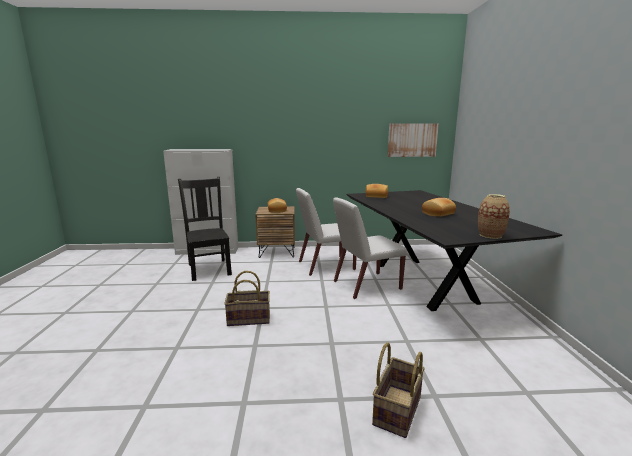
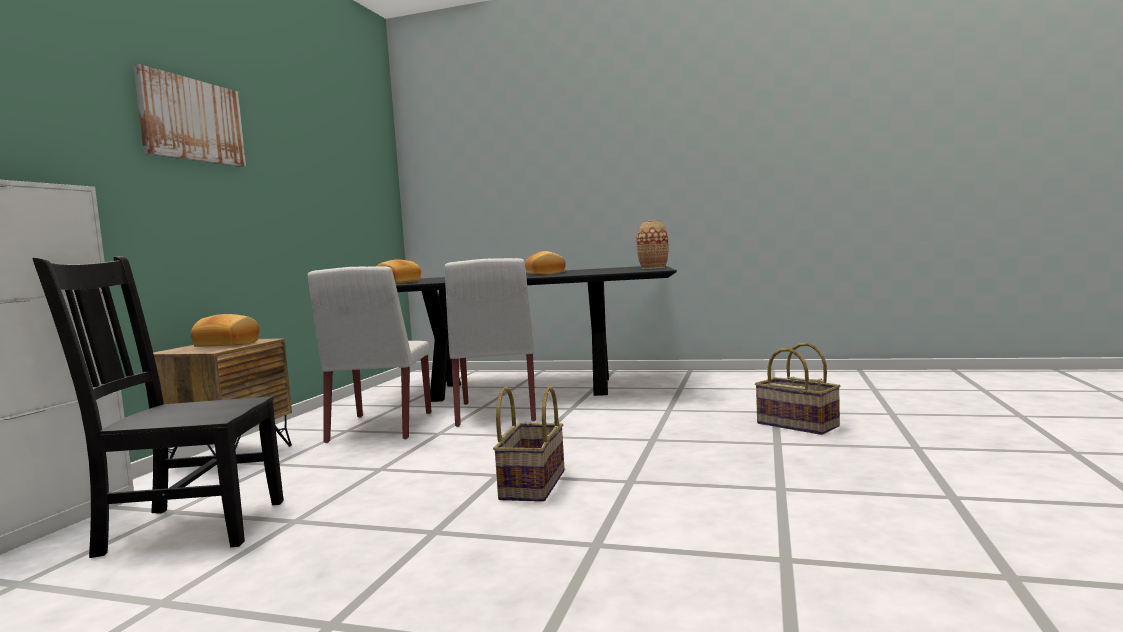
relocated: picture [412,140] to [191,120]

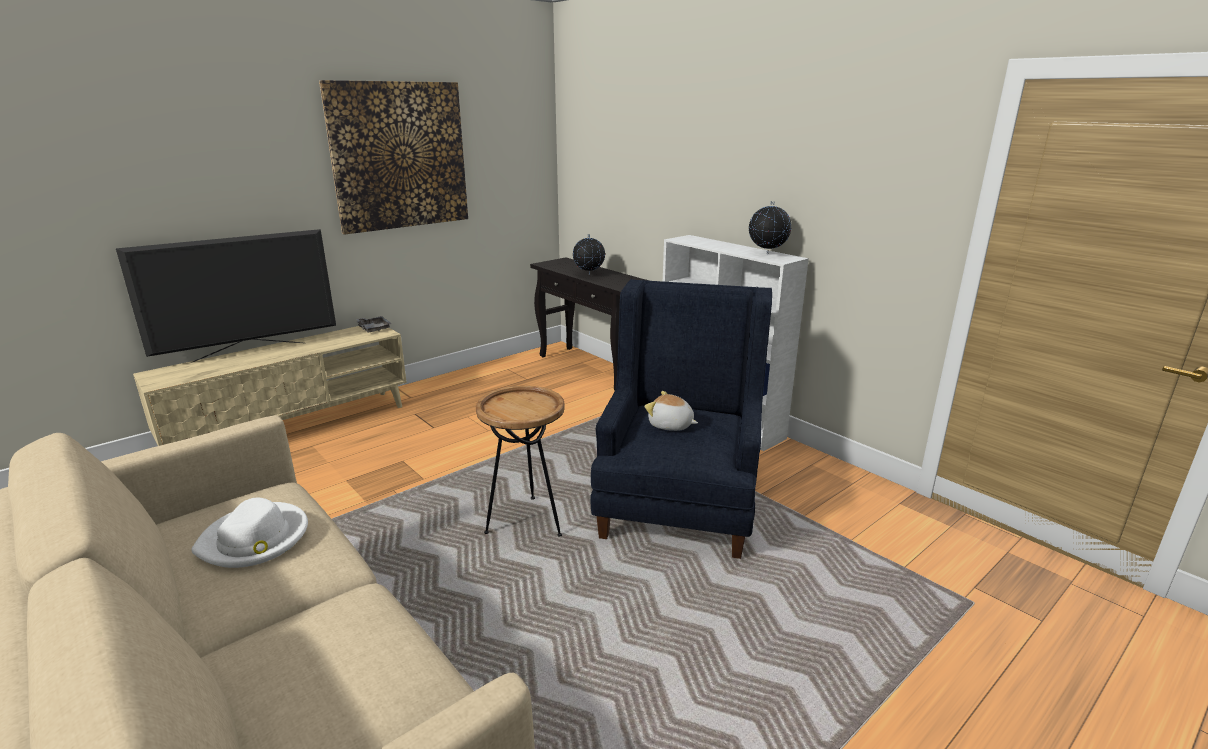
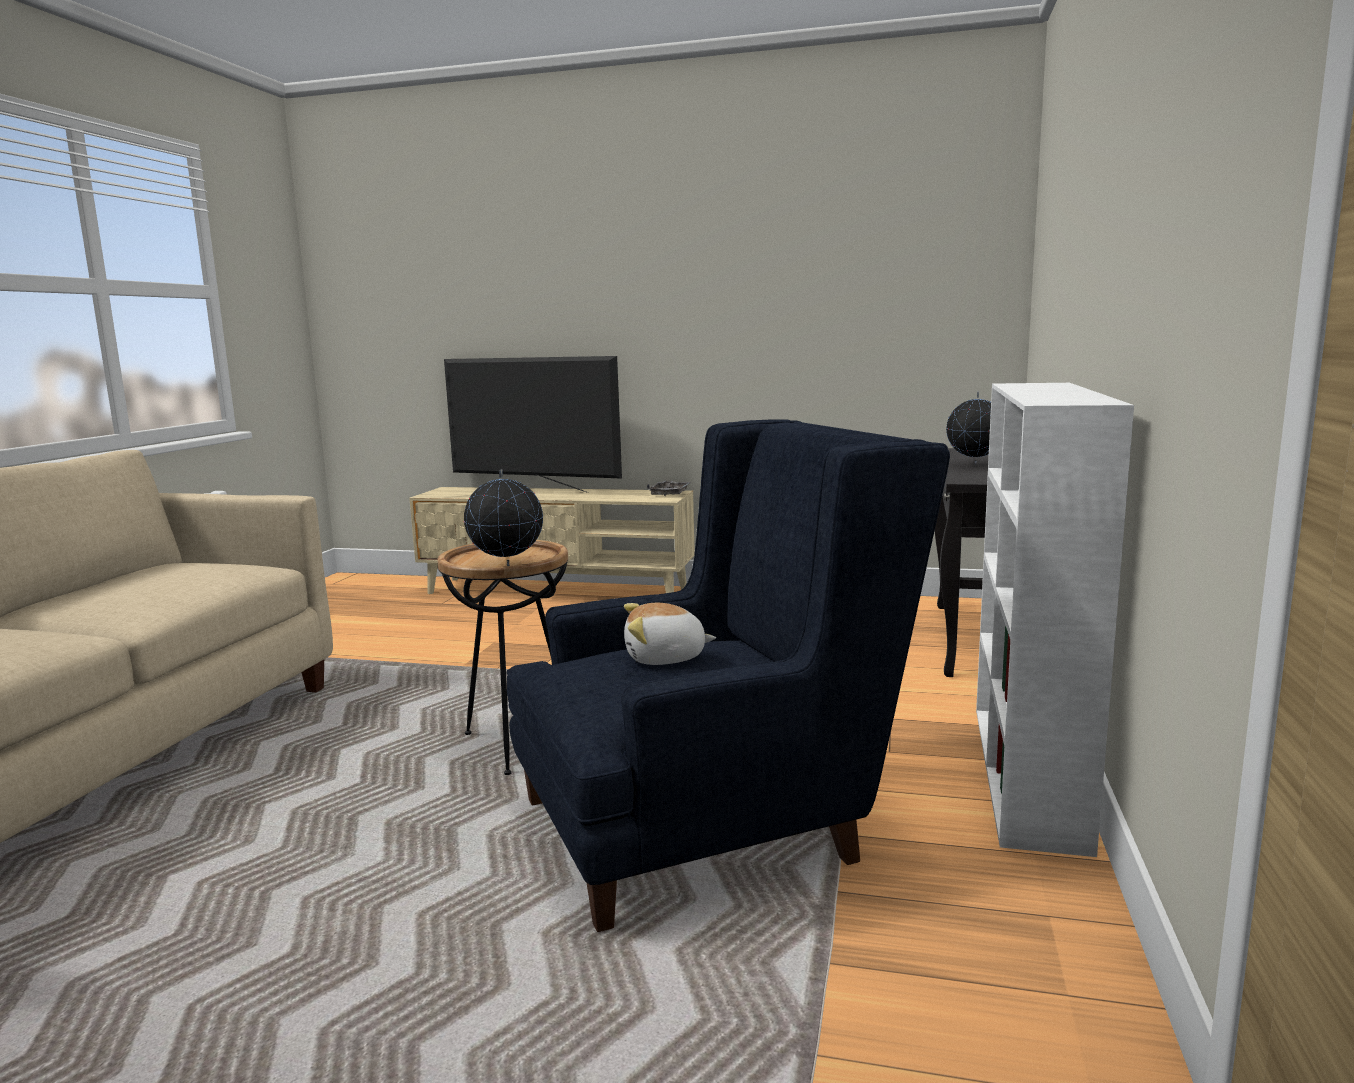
missing: white hat [255,539]; picture [399,156]
relocated: globe [767,254] to [506,566]
spun: plush toy [670,425] = [665,658] 90 degrees counterclockwise

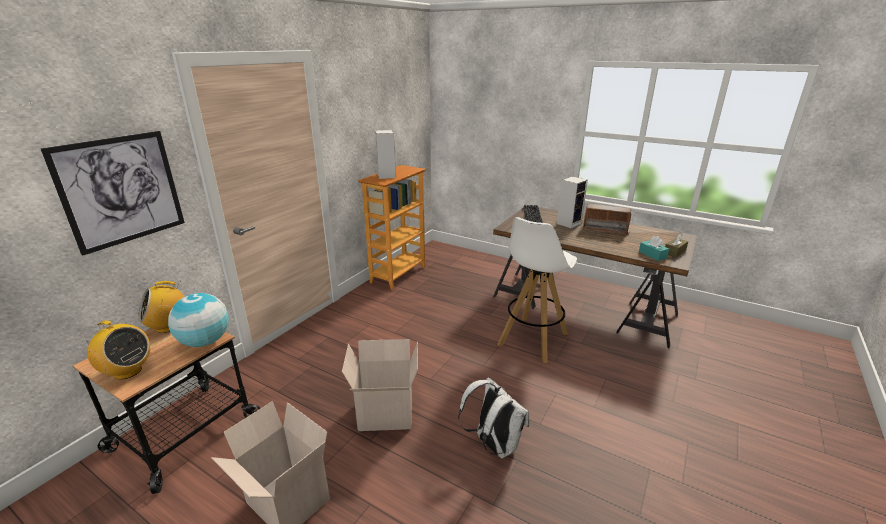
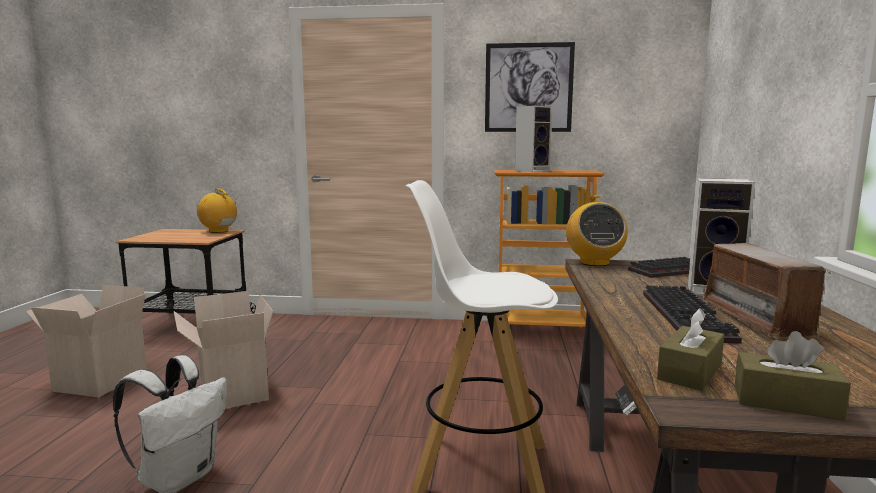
missing: globe [205,341]
appeared: keyboard [689,317]
relocated: picture [121,190] to [528,88]; radio [127,371] to [594,263]
colour: turquoise tissue box [652,255] to brown tissue box [690,372]

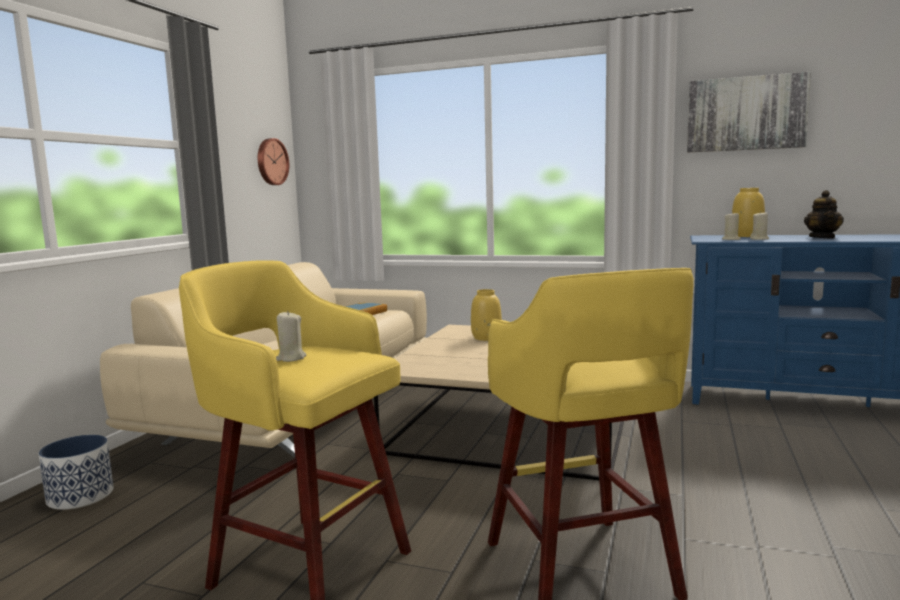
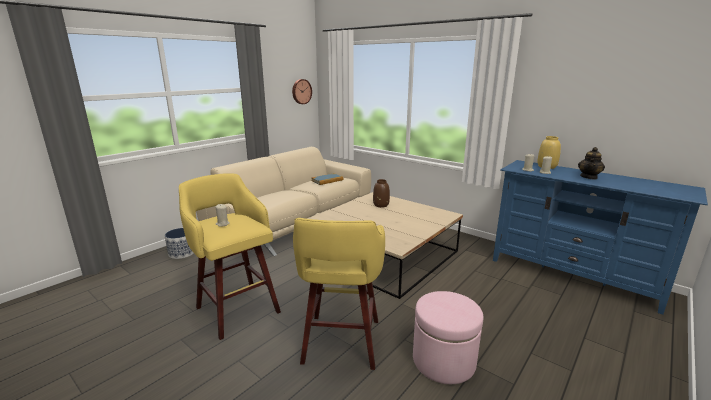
missing: picture [746,114]
appeared: pink ottoman [443,360]
colour: yellow vase [486,338] to brown vase [381,205]

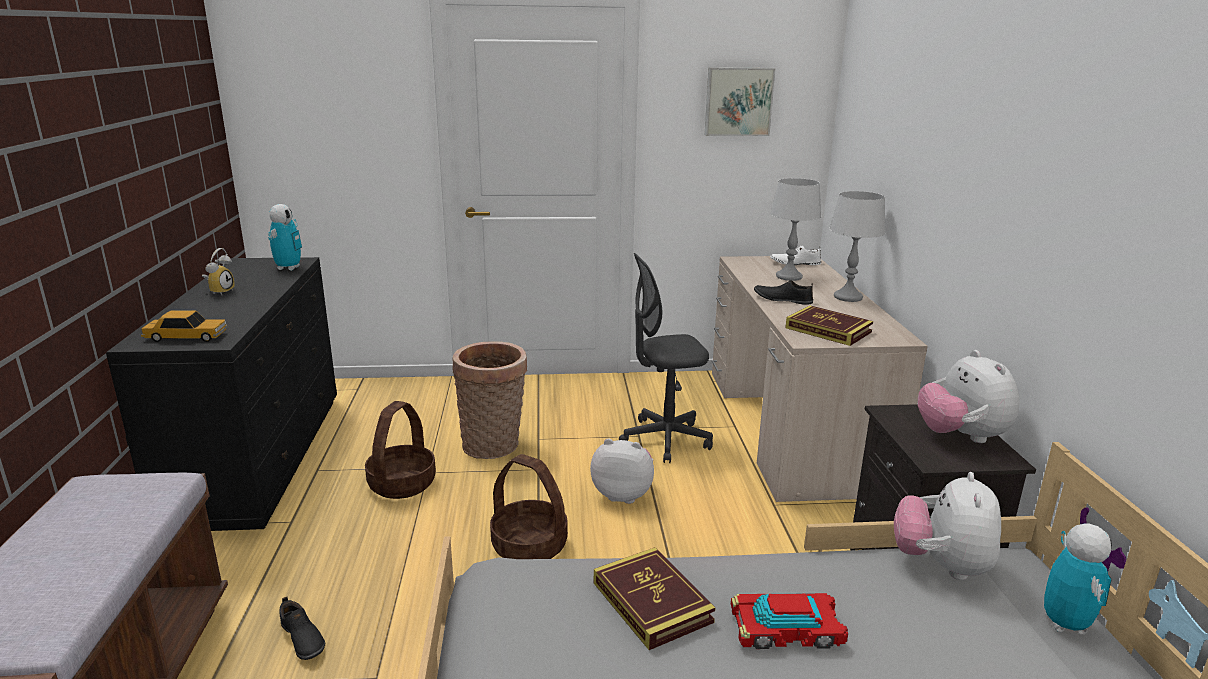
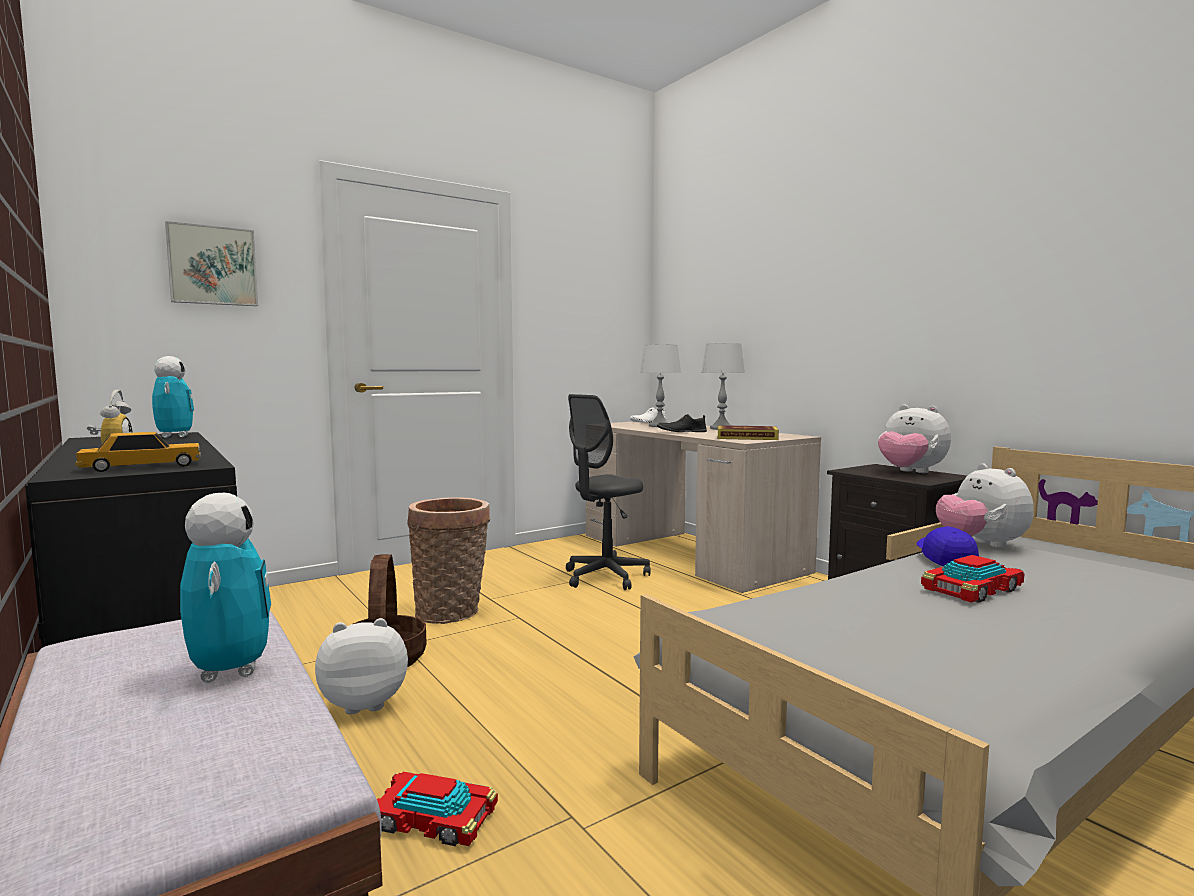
missing: basket [528,546]; book [651,602]
appeared: blue cap [944,559]
relocated: plush toy [623,494] to [365,703]; picture [738,101] to [212,266]; toy robot [1065,624] to [230,671]
exchanged: black shoe [302,639] to toy car [433,818]

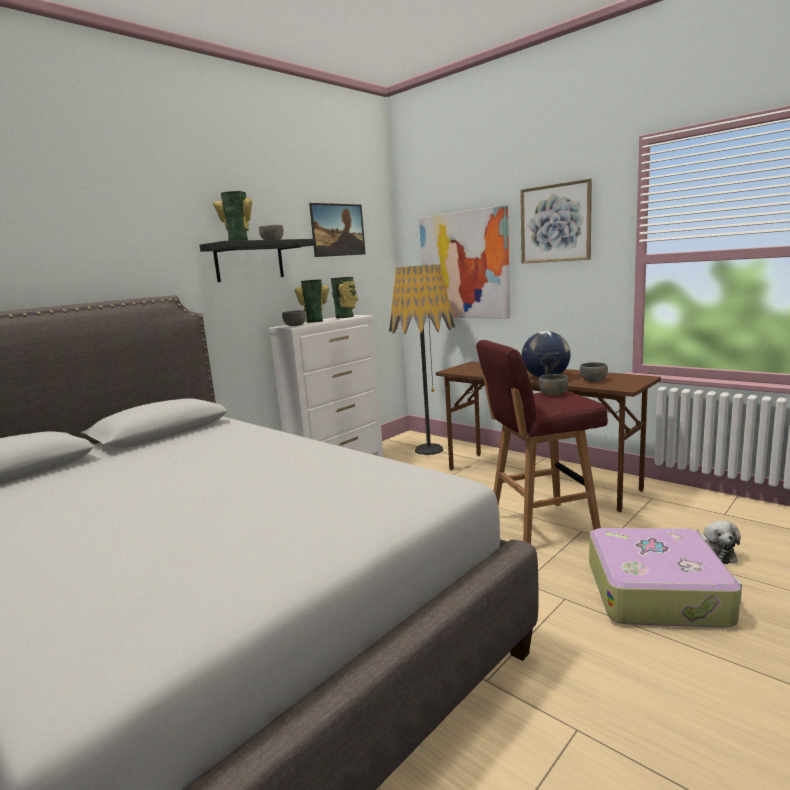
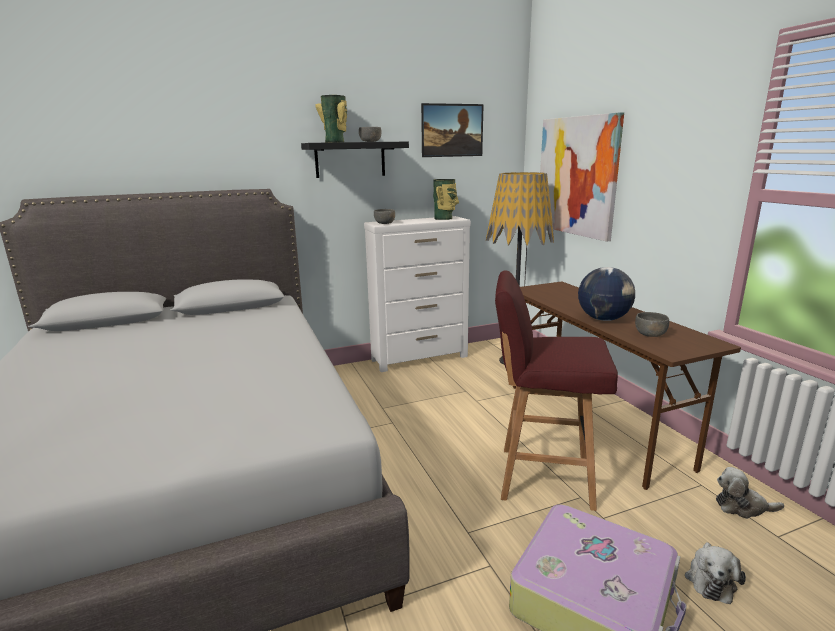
missing: vase [315,321]; picture [555,223]; grey bowl [553,394]
appeared: plush toy [742,507]

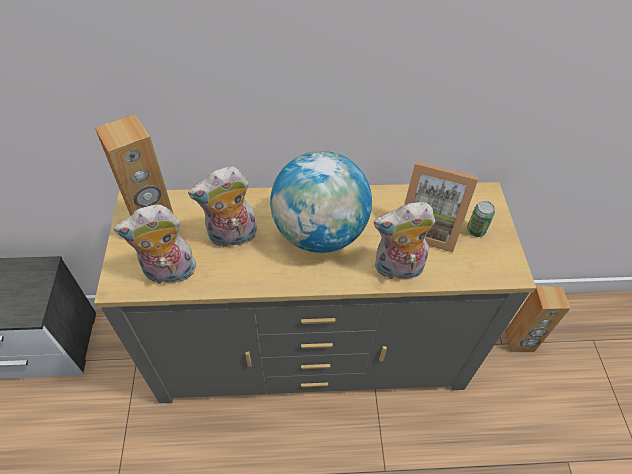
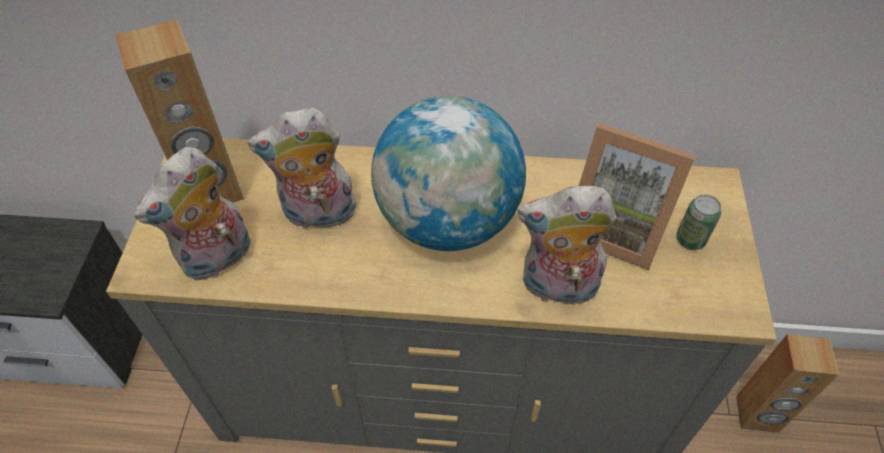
spun: plush toy [168,273] = [218,259] 45 degrees counterclockwise

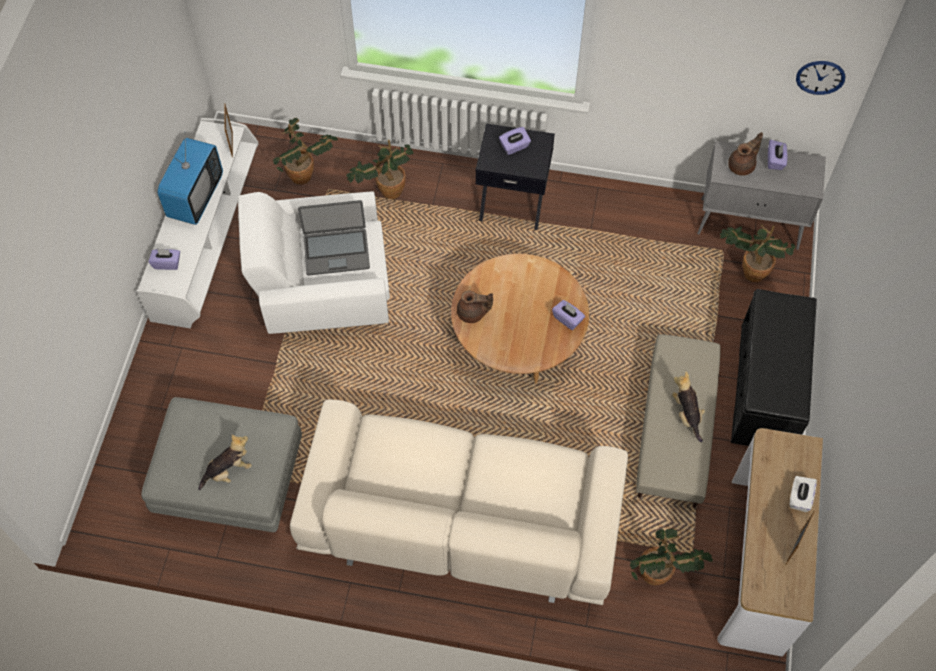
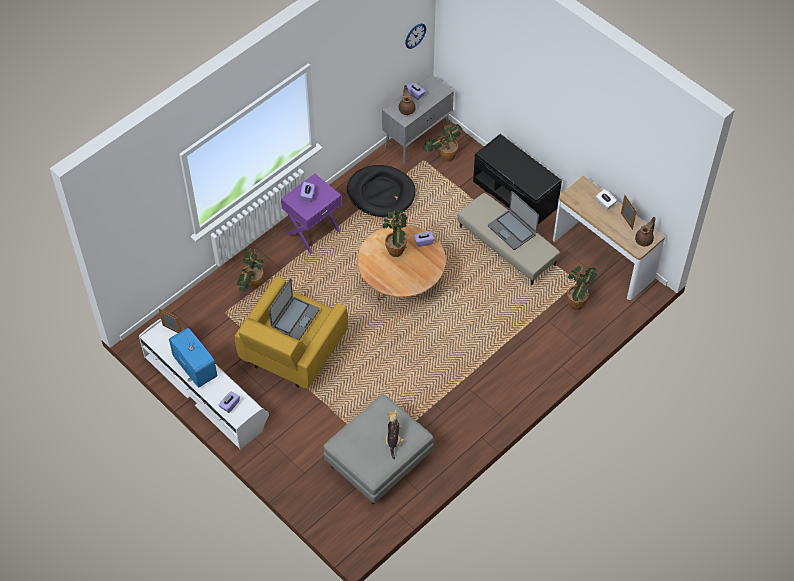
missing: beige sofa [460,521]
appeared: black dog bed [381,193]
relocated: potted plant [306,175] to [397,248]; brown teapot [472,313] to [644,240]
exchanged: plush toy [686,414] to laptop [512,230]
colour: white armchair [323,290] to yellow armchair [292,352]; black nightstand [512,203] to purple nightstand [313,232]

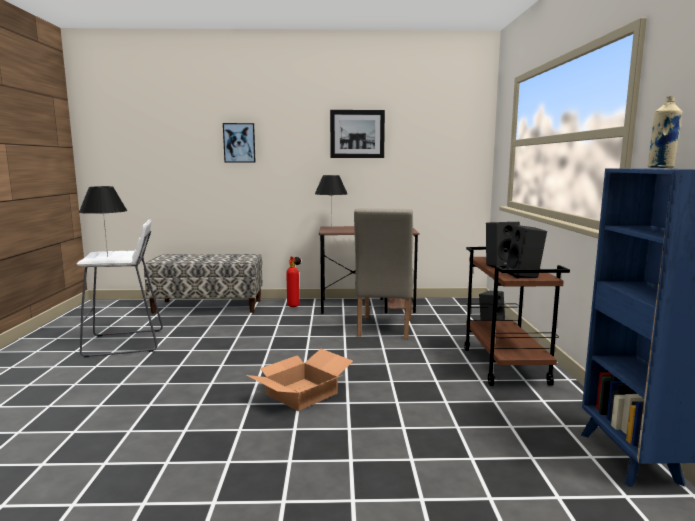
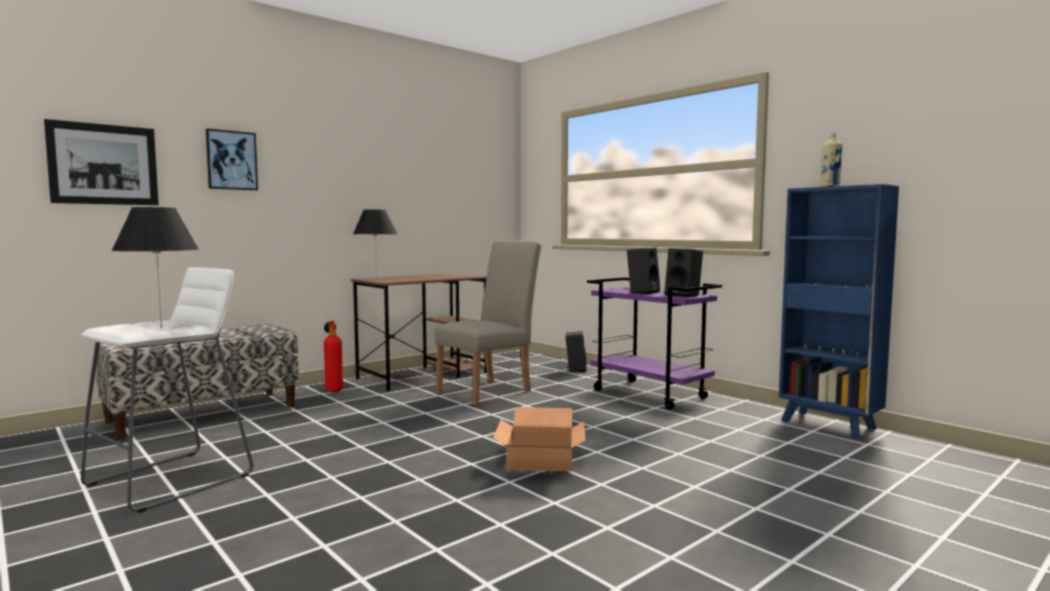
relocated: picture [357,134] to [104,164]
colour: brown cart [505,366] to purple cart [650,394]
spun: beige chair [383,329] = [490,391] 105 degrees counterclockwise

